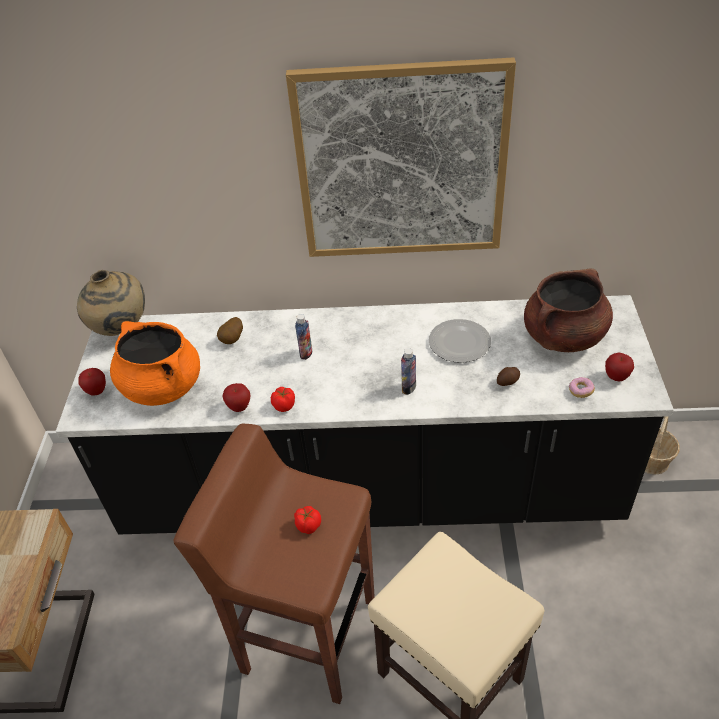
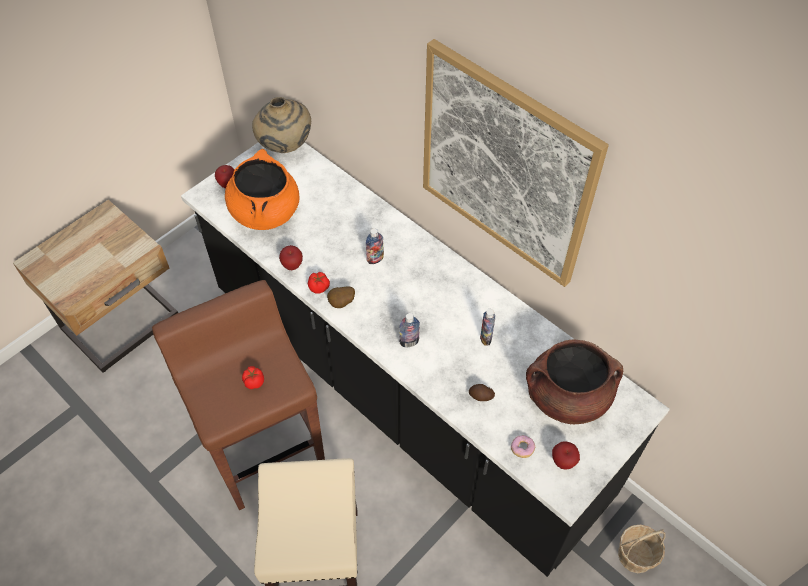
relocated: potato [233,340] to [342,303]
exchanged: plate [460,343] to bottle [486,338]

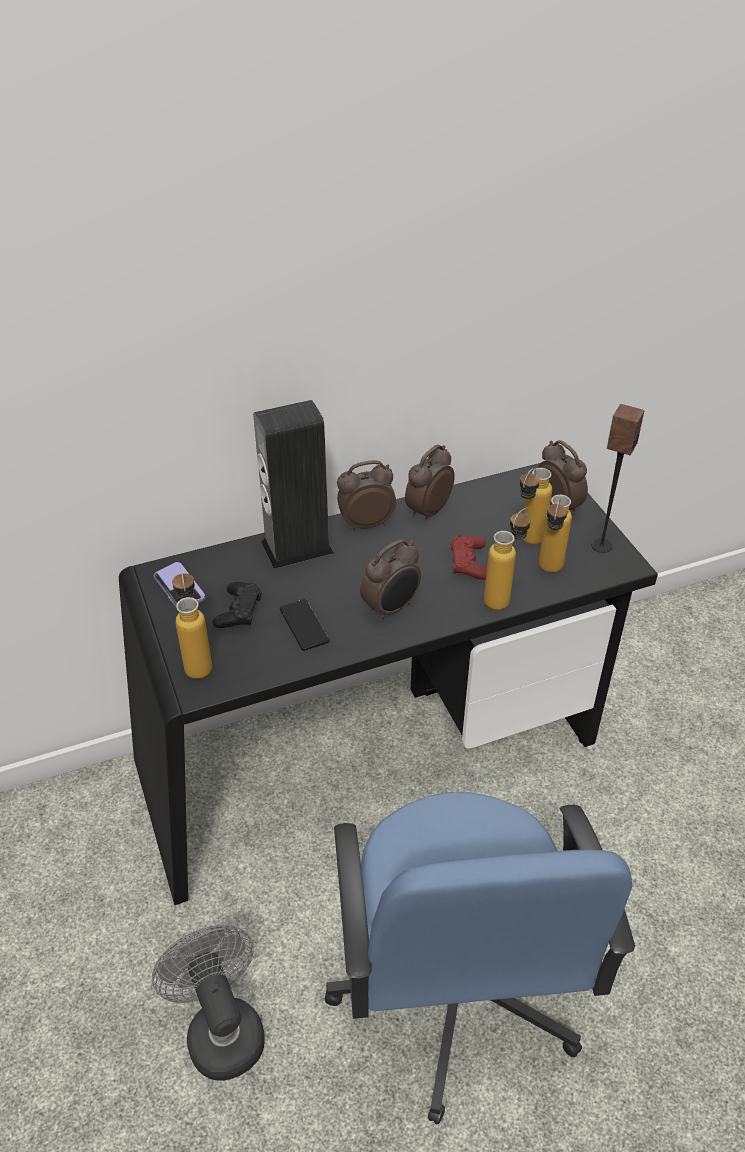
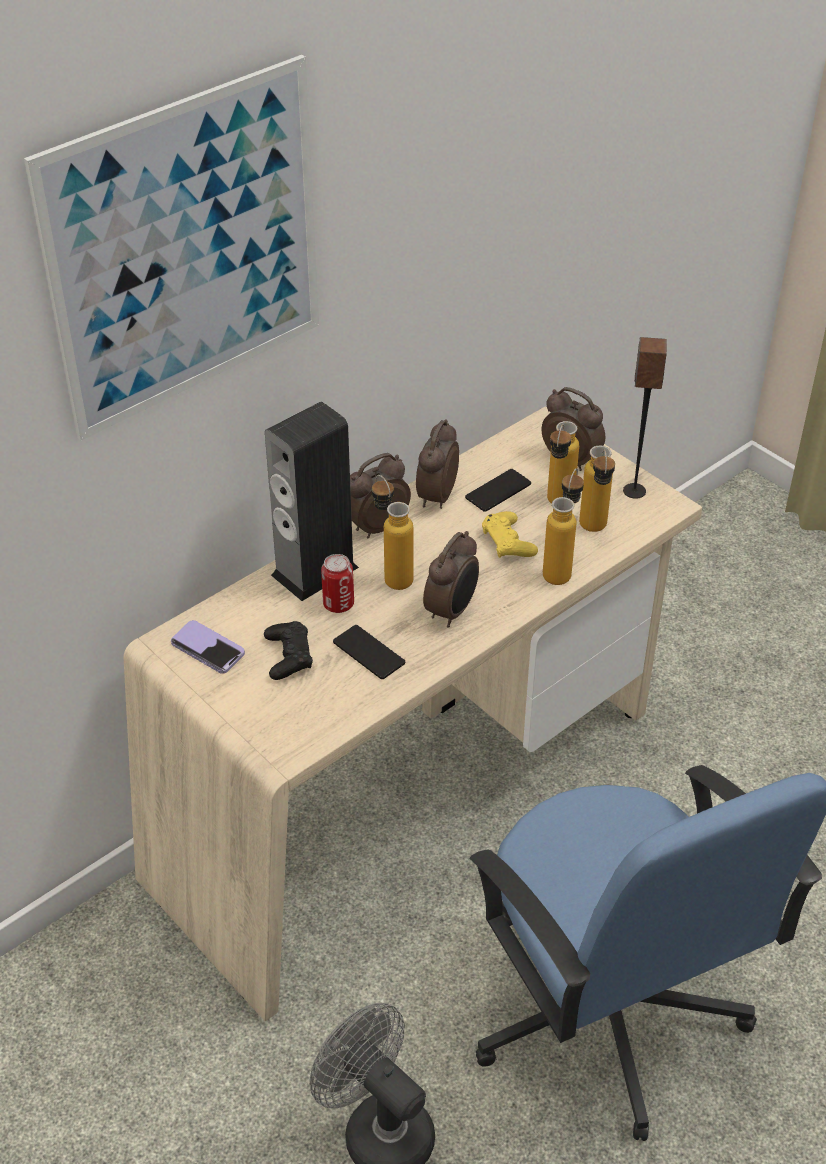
appeared: picture [187,250]; can [338,604]; phone [498,491]
relocated: bottle [197,661] to [392,574]
colour: black desk [372,760] to beige desk [412,800]; red game controller [469,562] to yellow game controller [508,542]

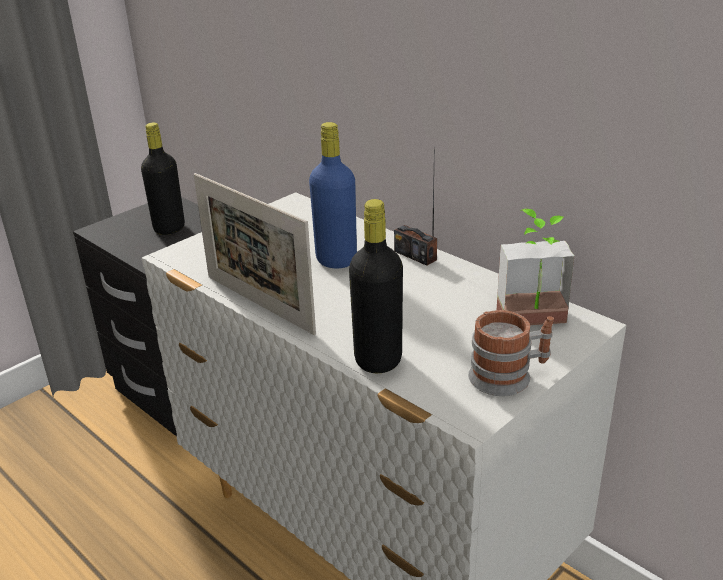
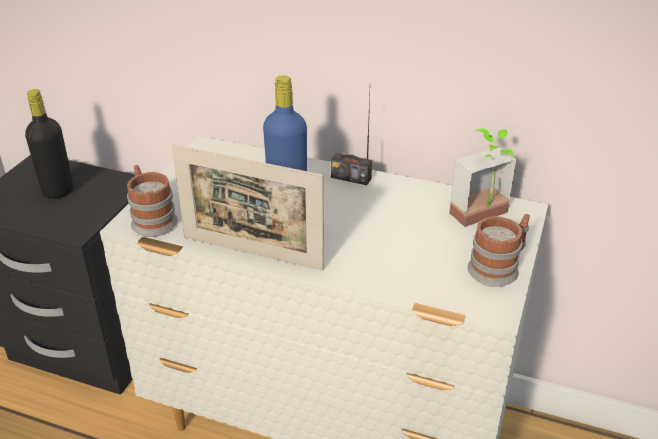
missing: black bottle [378,360]
appeared: mug [152,219]

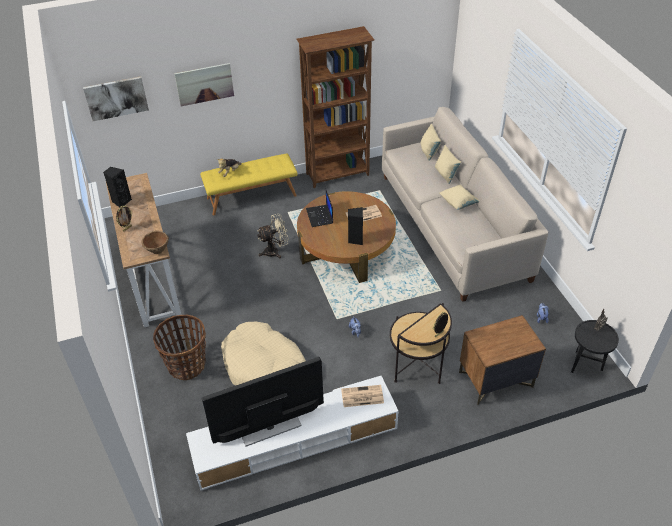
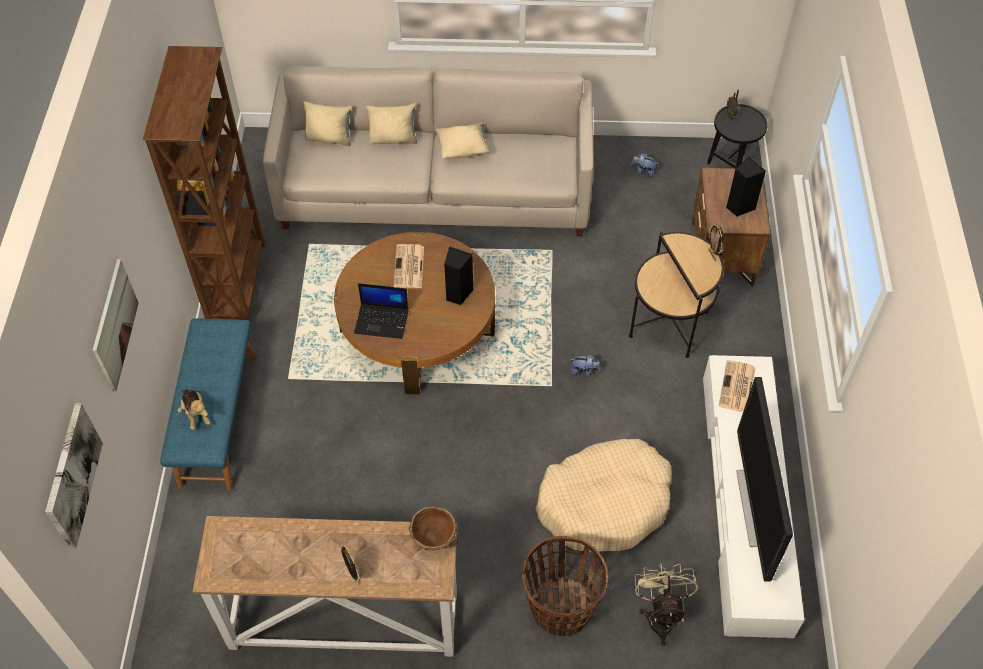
relocated: black speaker [121,201] to [739,207]; beige fan [275,251] to [660,615]
colour: yellow bench [251,196] to blue bench [216,419]

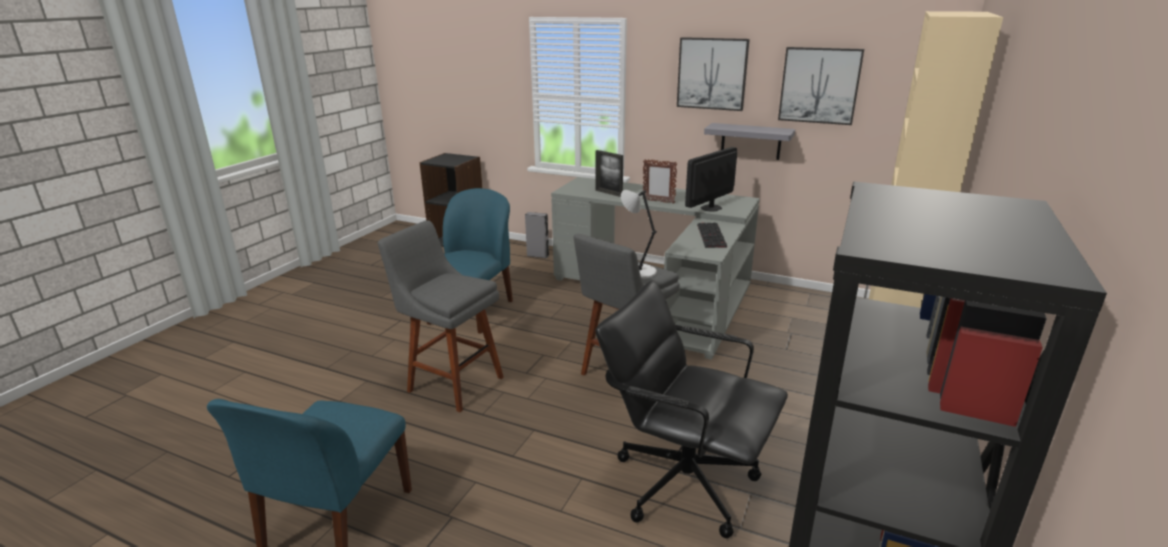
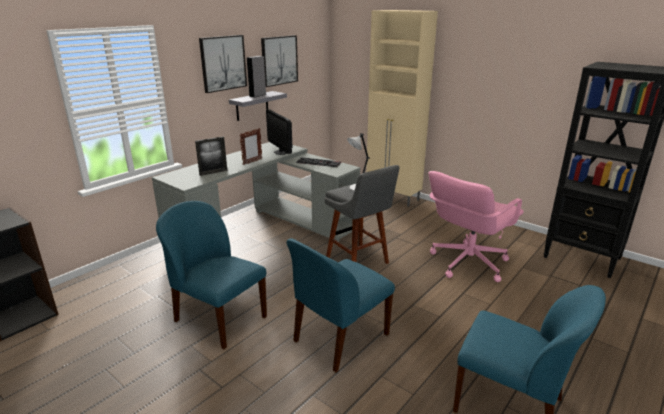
relocated: grey speaker [538,255] to [257,95]
exchanged: grey stool [452,382] to blue chair [339,338]
colour: black office chair [684,482] to pink office chair [467,263]

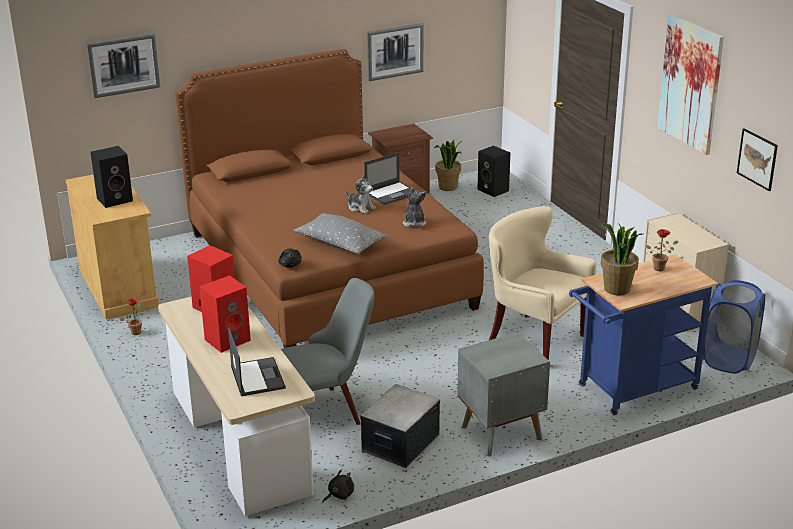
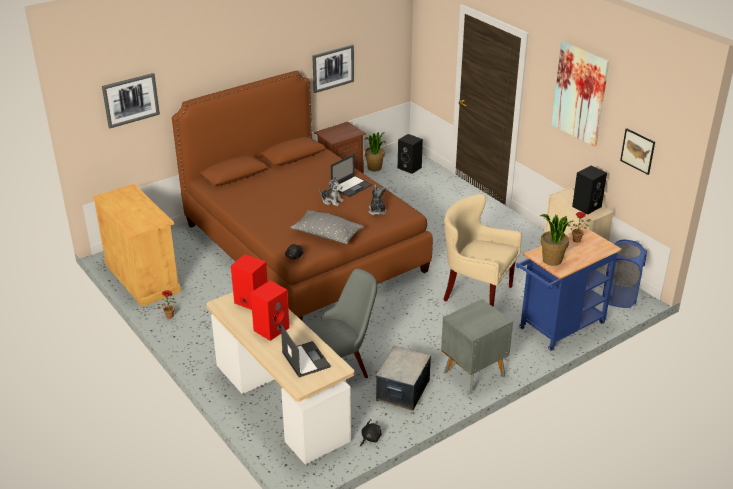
relocated: black speaker [115,199] to [586,206]

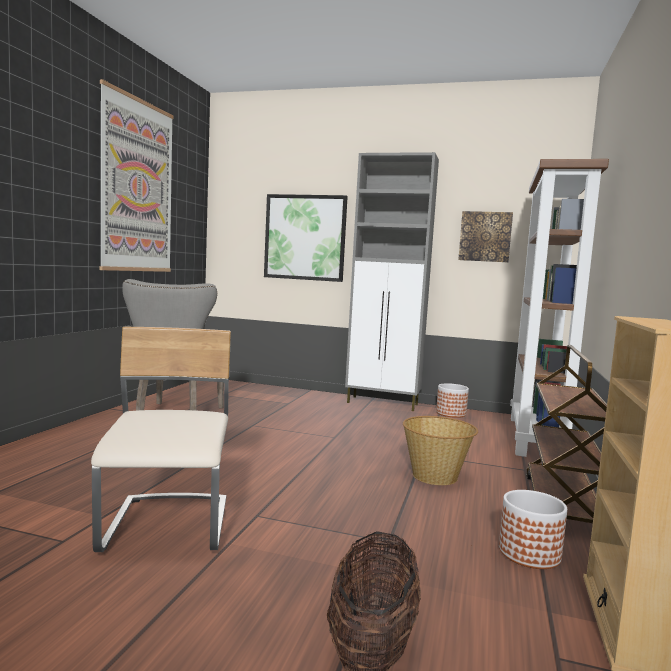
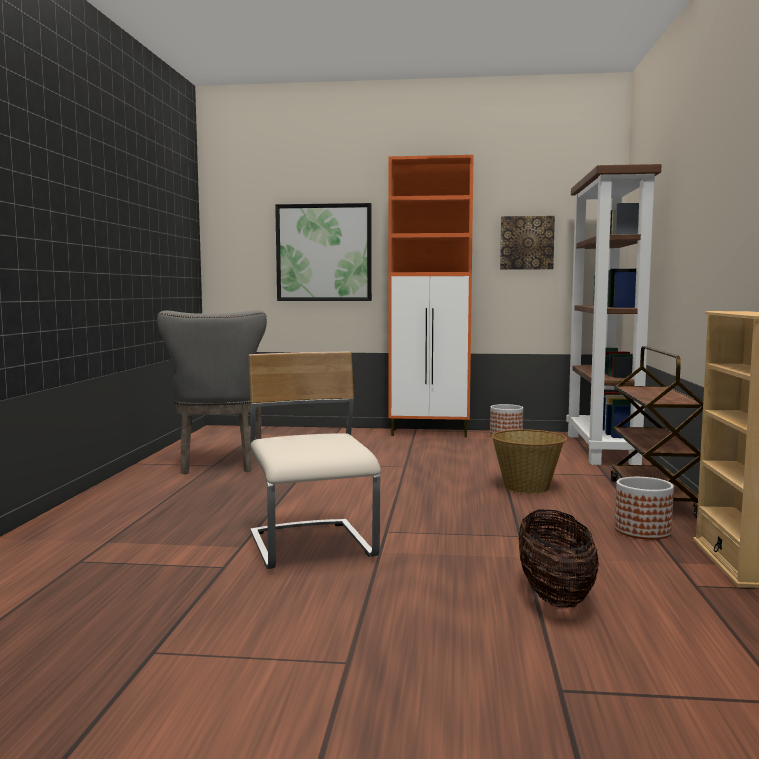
missing: picture [138,186]
colour: grey cabinet [383,404] to orange cabinet [430,433]

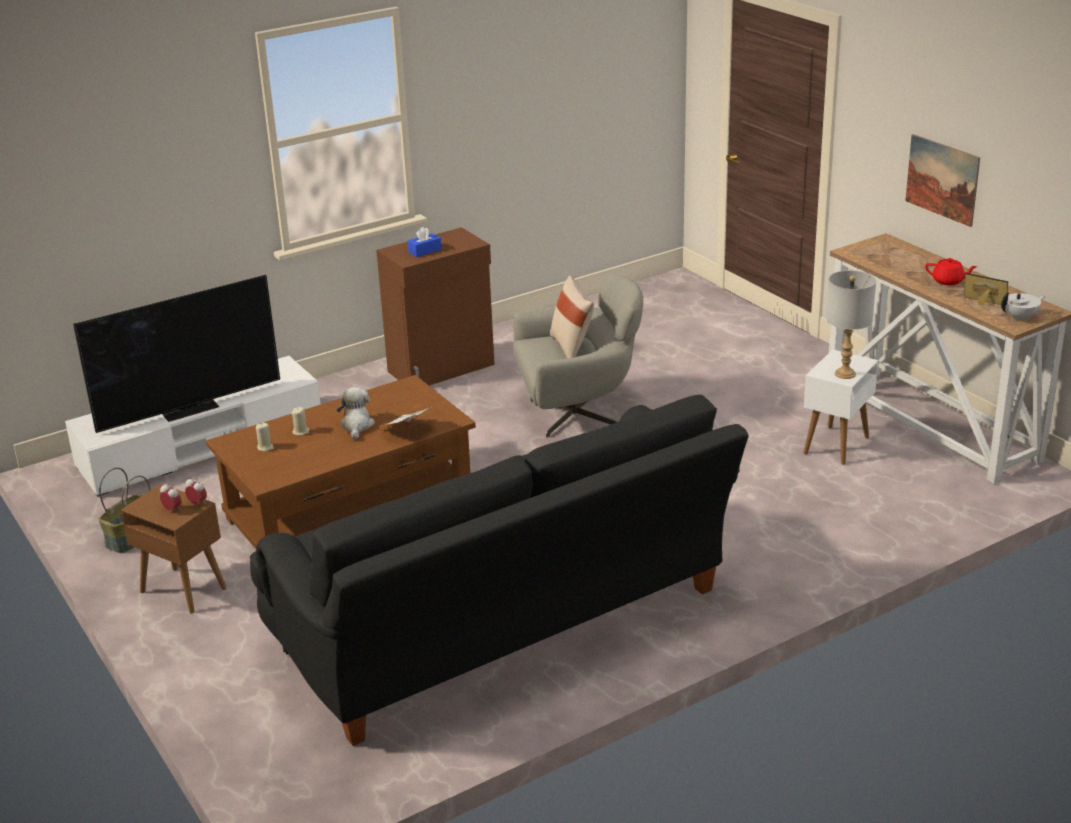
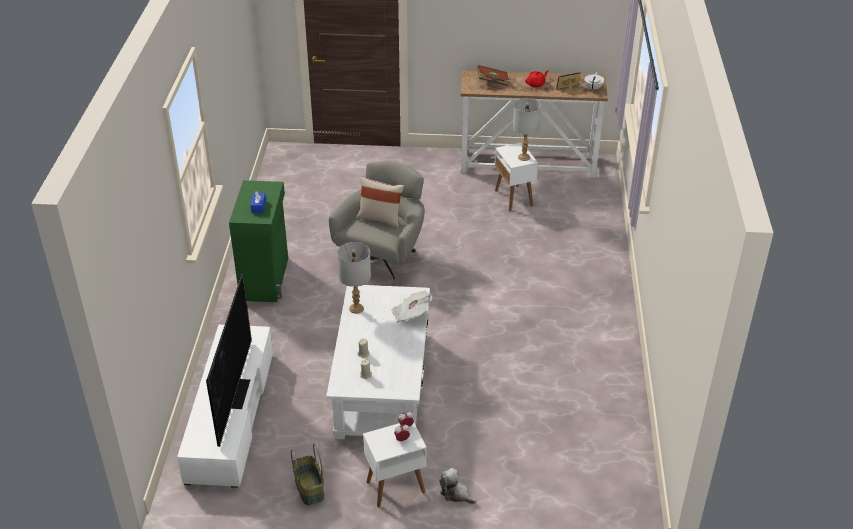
missing: black sofa [505,625]; picture [942,179]
appeared: grey table lamp [356,308]; brown book [493,81]
relocated: plush toy [356,425] to [456,494]
colour: brown side table [182,590] to white side table [395,487]; brown coffee table [348,508] to white coffee table [381,384]; brown cabinet [442,368] to green cabinet [266,278]

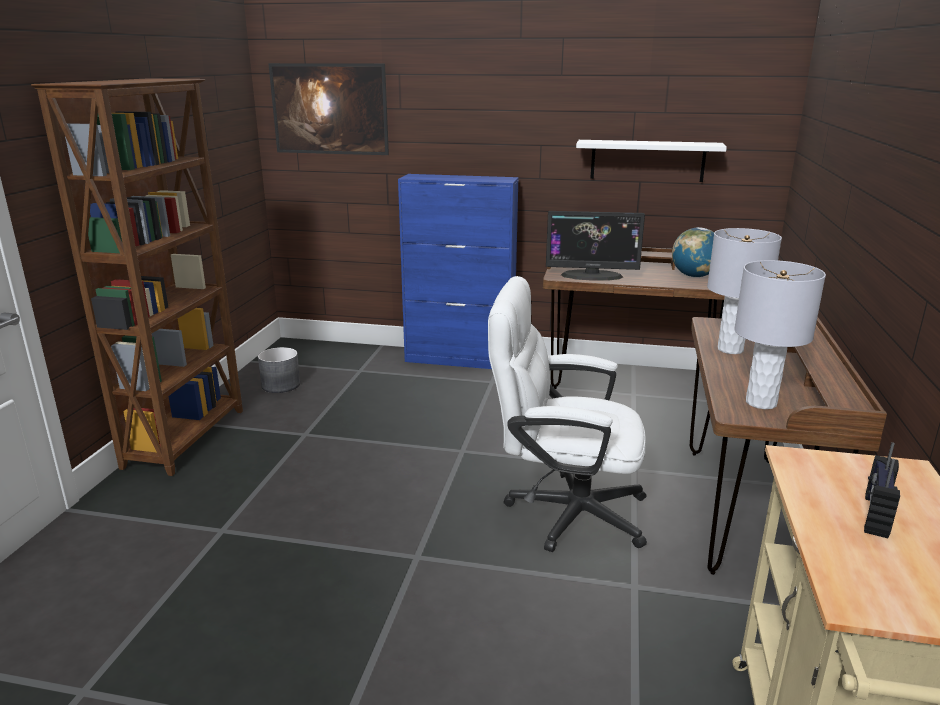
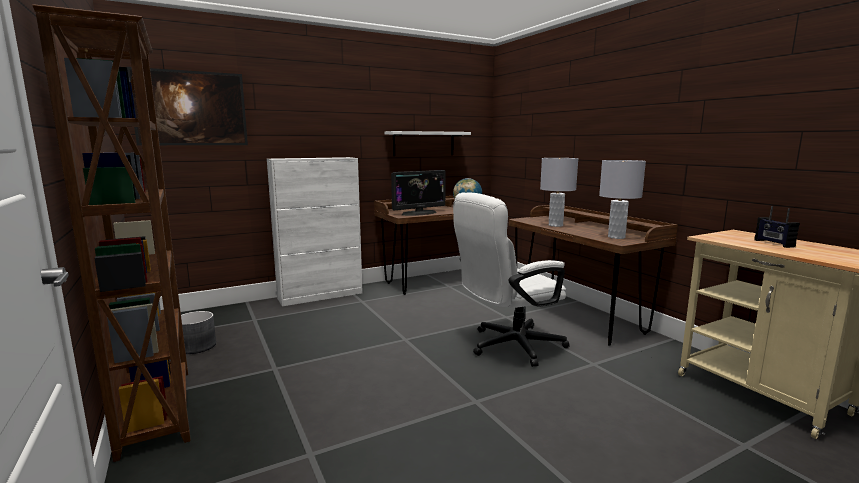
colour: blue cabinet [460,360] to white cabinet [321,295]

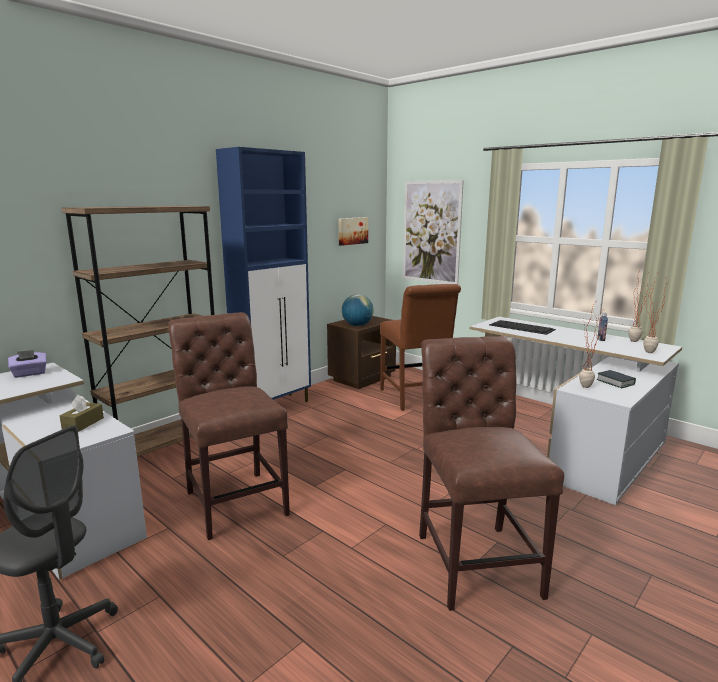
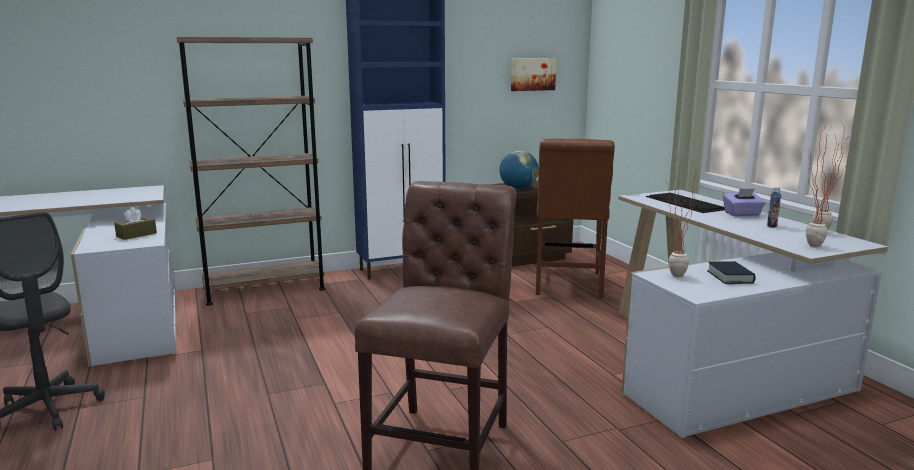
missing: brown chair [235,499]; picture [431,232]
relocated: purple tissue box [29,374] to [742,214]

